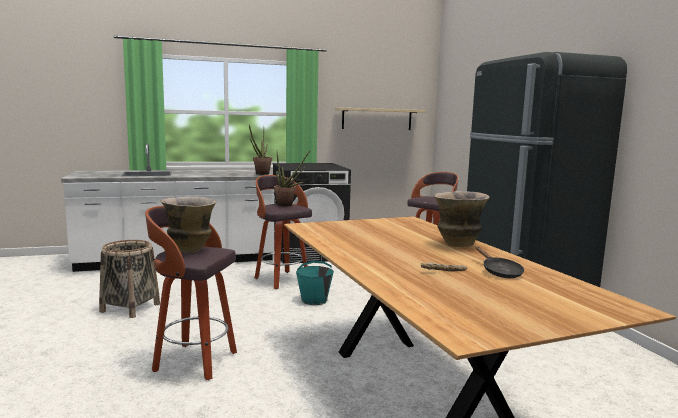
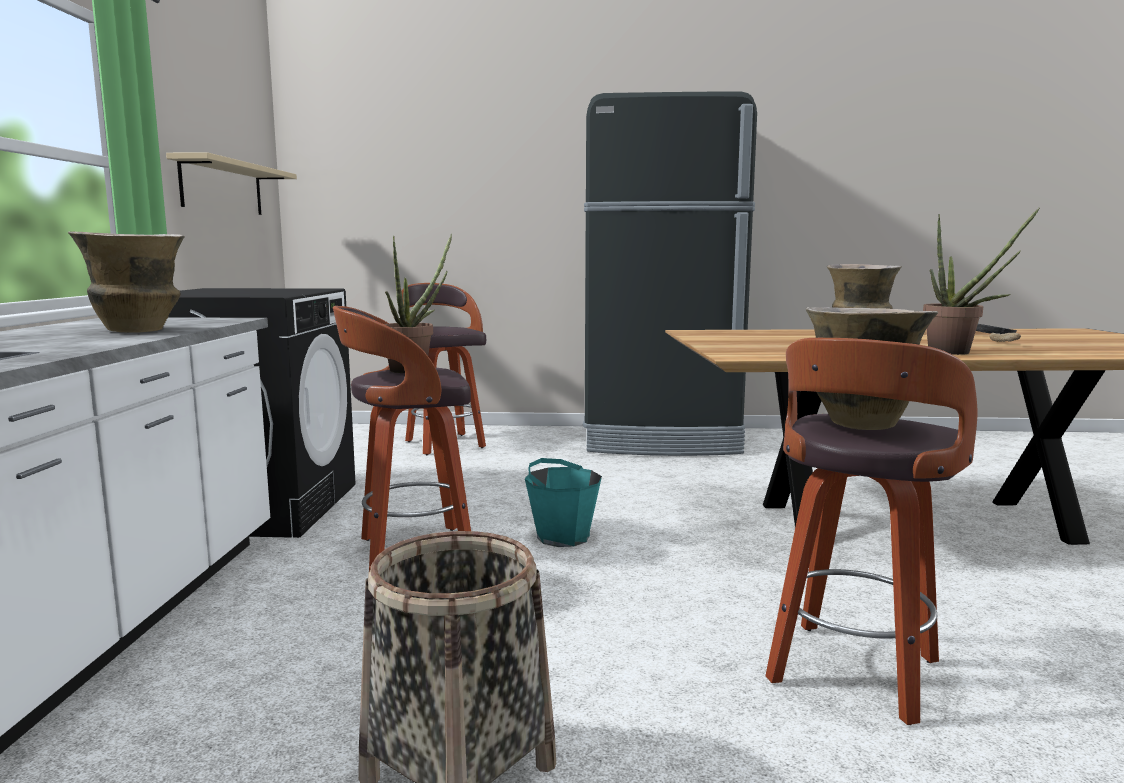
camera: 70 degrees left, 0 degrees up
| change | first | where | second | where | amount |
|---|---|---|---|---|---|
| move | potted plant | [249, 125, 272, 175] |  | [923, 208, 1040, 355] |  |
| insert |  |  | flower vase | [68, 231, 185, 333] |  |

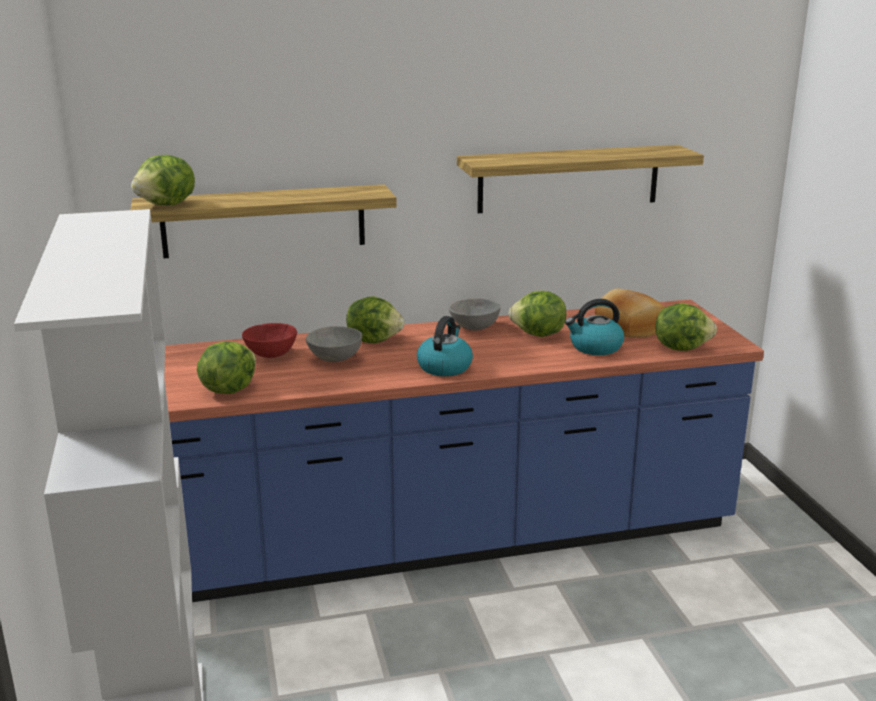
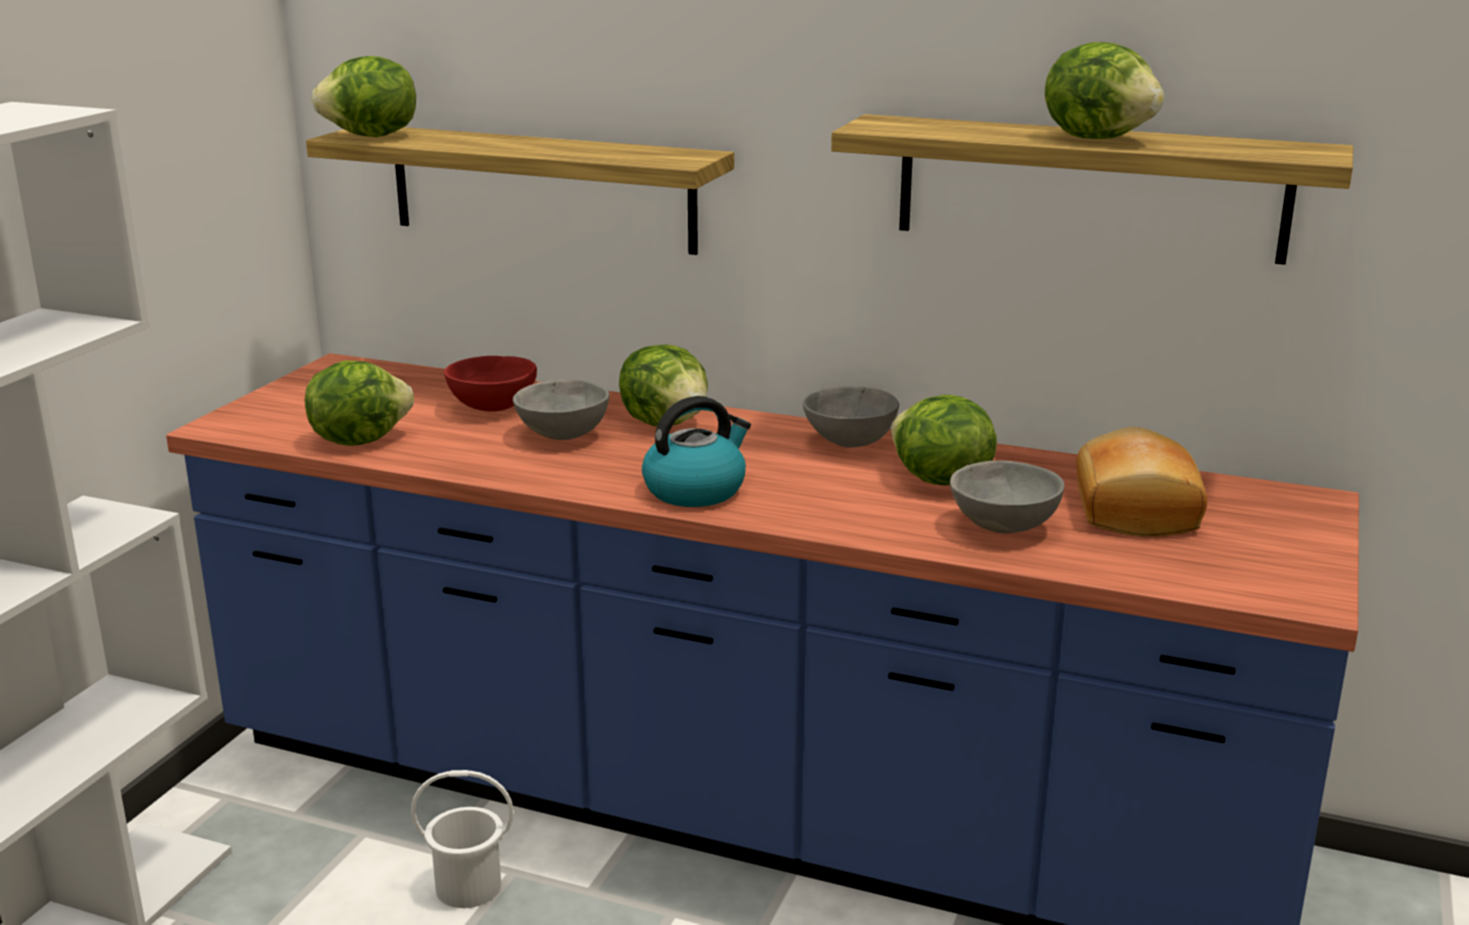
camera: 35 degrees right, 0 degrees up
| change | first | where | second | where | amount |
|---|---|---|---|---|---|
| replace | kettle | [565, 299, 624, 355] | gray bowl | [950, 461, 1064, 533] |  |
| move | lettuce head | [655, 303, 717, 351] |  | [1045, 42, 1164, 139] |  |
| insert |  |  | white water bucket | [411, 770, 514, 908] |  |

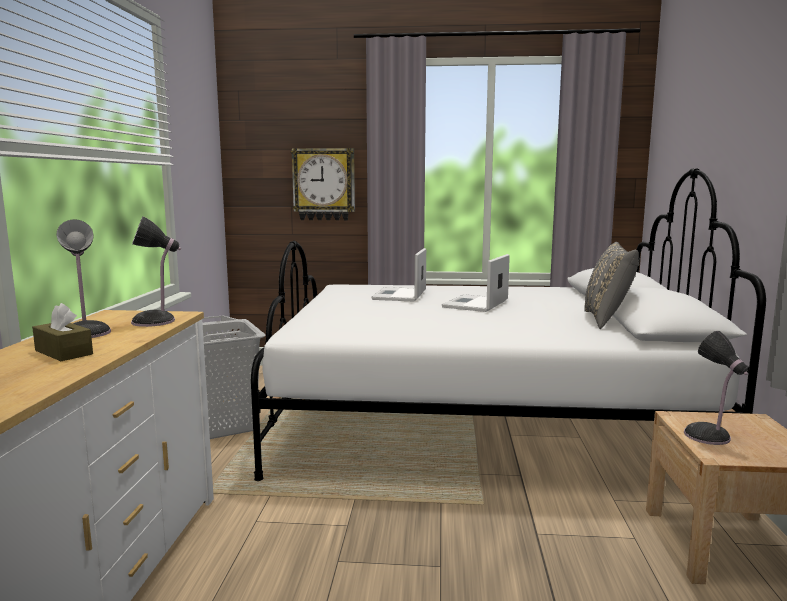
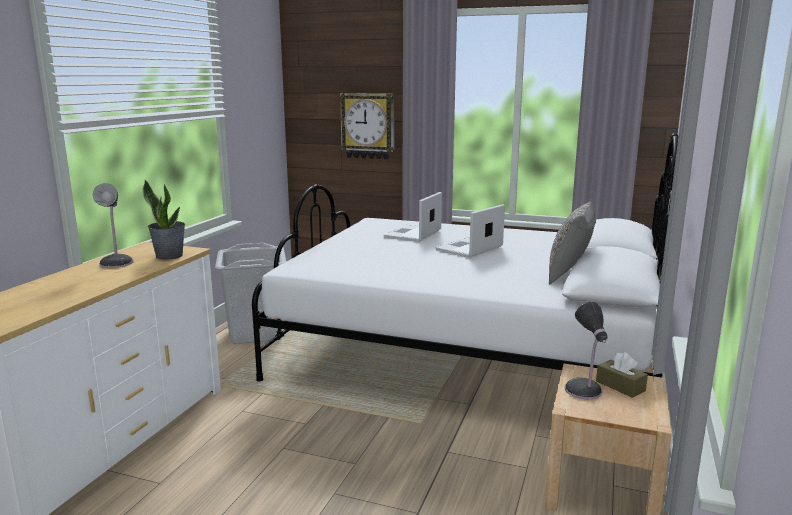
camera: 15 degrees right, 5 degrees up
| change | first | where | second | where | amount |
|---|---|---|---|---|---|
| replace | table lamp | [131, 216, 181, 327] | potted plant | [142, 180, 185, 260] |  |
| move | brown tissue box | [32, 303, 93, 361] |  | [596, 352, 648, 398] |  |

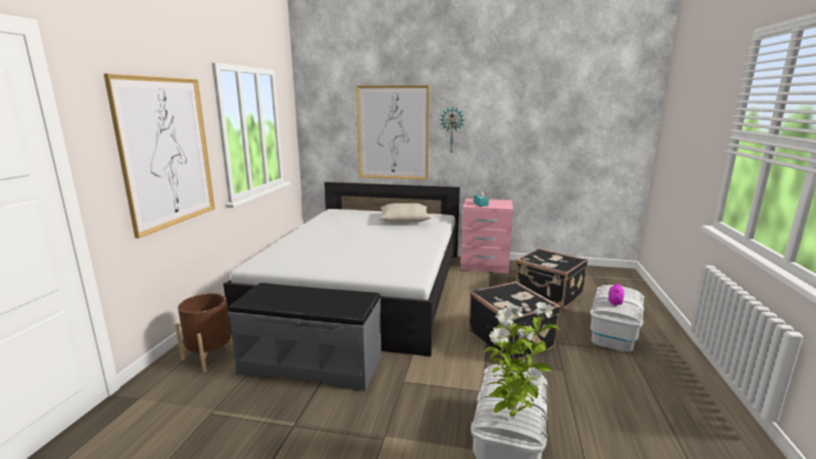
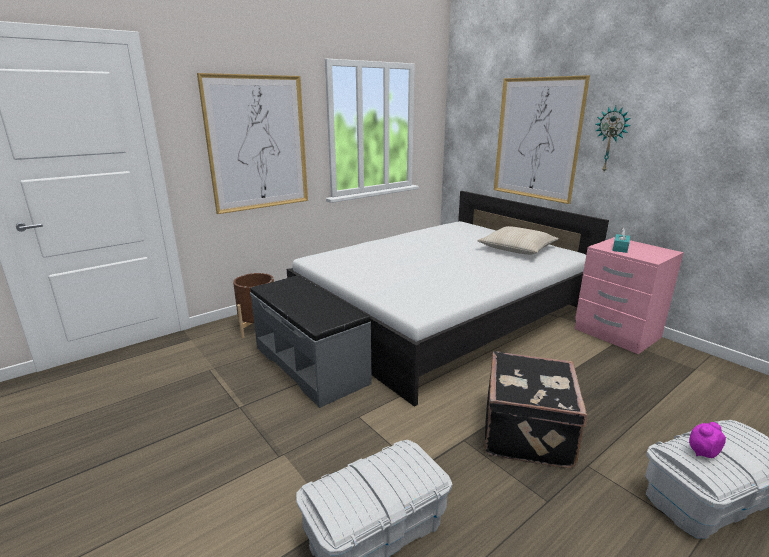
camera: 40 degrees right, 5 degrees up
| change | first | where | second | where | amount |
|---|---|---|---|---|---|
| delete | black-coloured travel case | [515, 248, 588, 308] |  |  |  |
| delete | potted plant | [483, 302, 560, 419] |  |  |  |

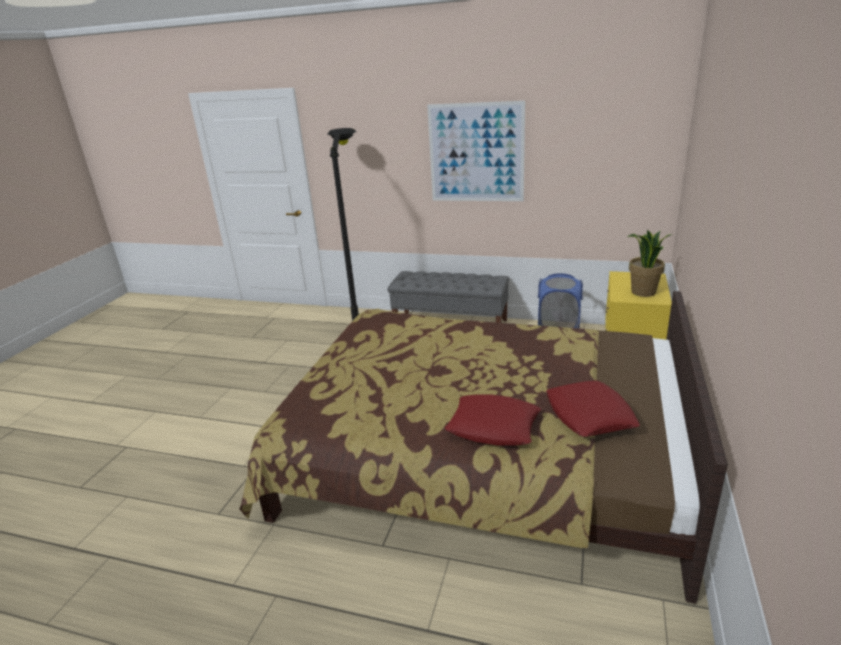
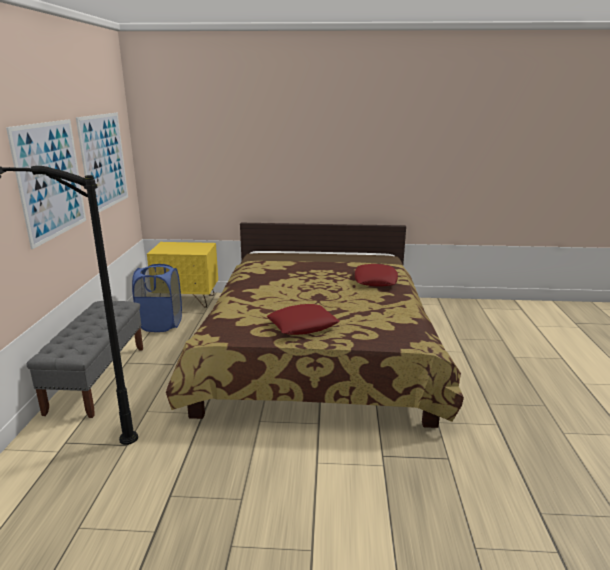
camera: 105 degrees left, 5 degrees down
| change | first | where | second | where | amount |
|---|---|---|---|---|---|
| delete | potted plant | [627, 230, 672, 297] |  |  |  |
| move | red throw pillow | [546, 381, 640, 437] |  | [266, 304, 339, 335] |  |
| insert |  |  | picture | [76, 113, 128, 212] |  |

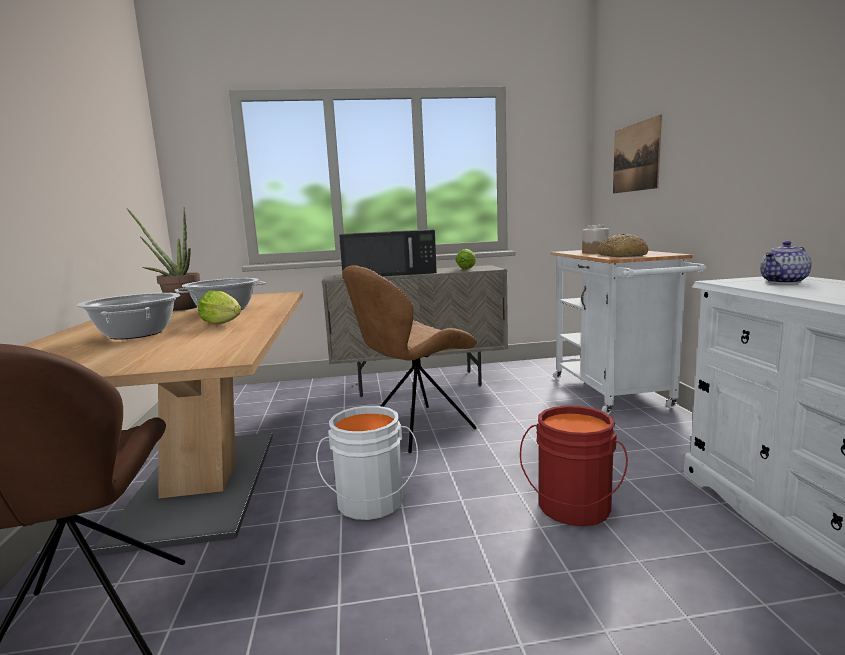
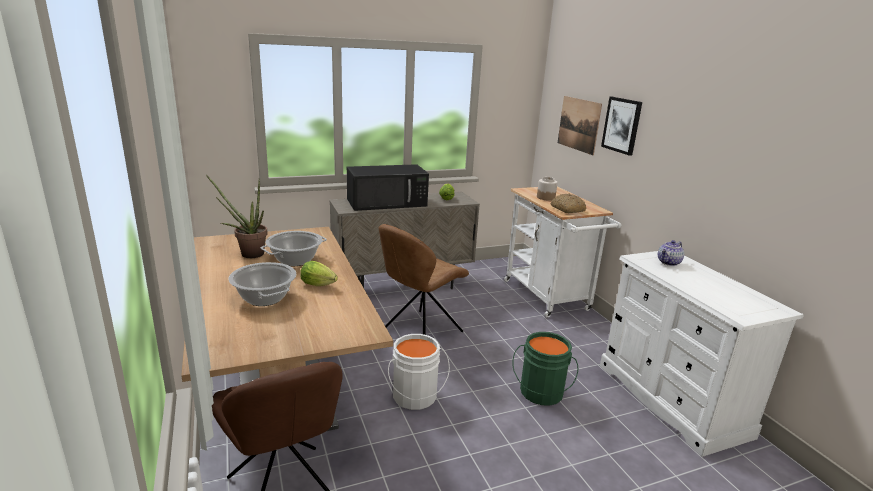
camera: 15 degrees left, 10 degrees up
| change | first | where | second | where | amount |
|---|---|---|---|---|---|
| recolor | red water bucket | [520, 405, 628, 526] | greenish water bucket | [512, 332, 578, 406] |  |
| insert |  |  | picture | [601, 97, 642, 156] |  |

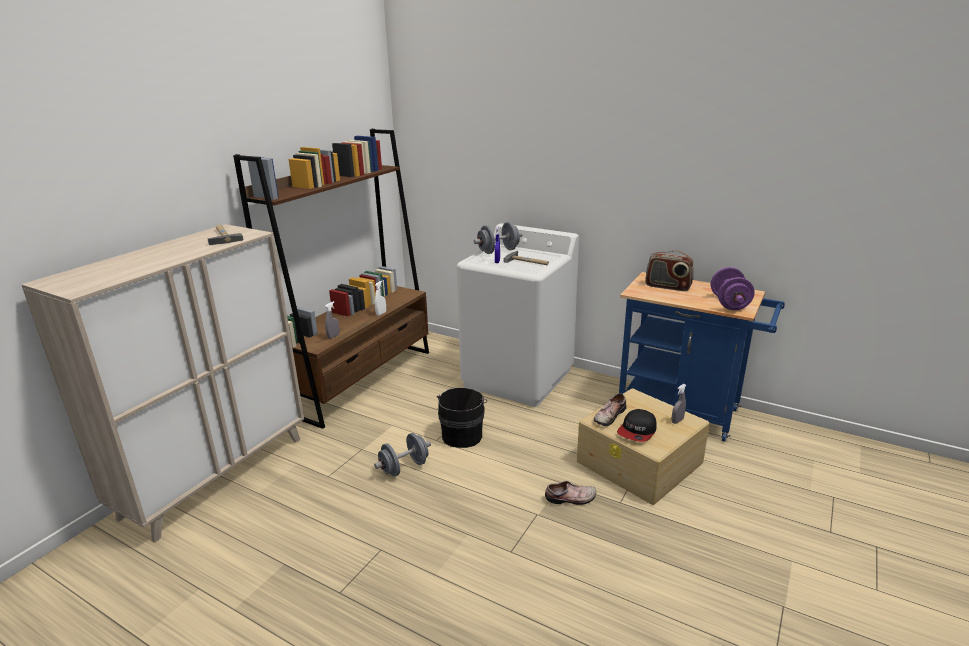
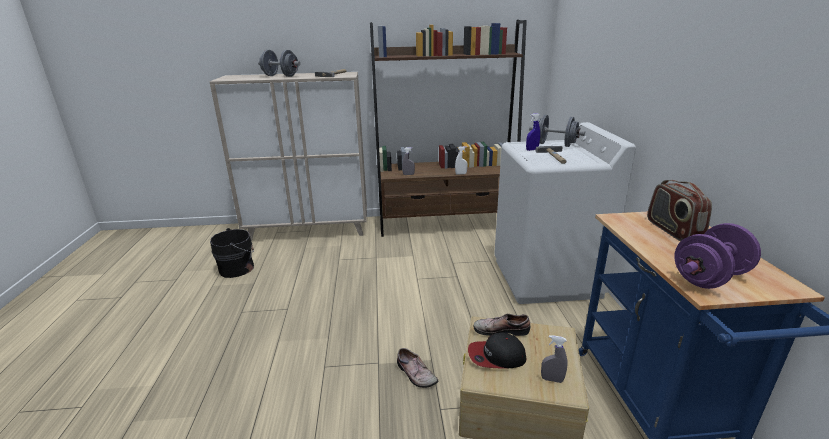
camera: 55 degrees right, 0 degrees up
| change | first | where | second | where | amount |
|---|---|---|---|---|---|
| move | black-coloured water bucket | [437, 388, 487, 448] |  | [210, 228, 254, 278] |  |
| move | gray dumbbell | [374, 433, 431, 477] |  | [258, 50, 300, 77] |  |

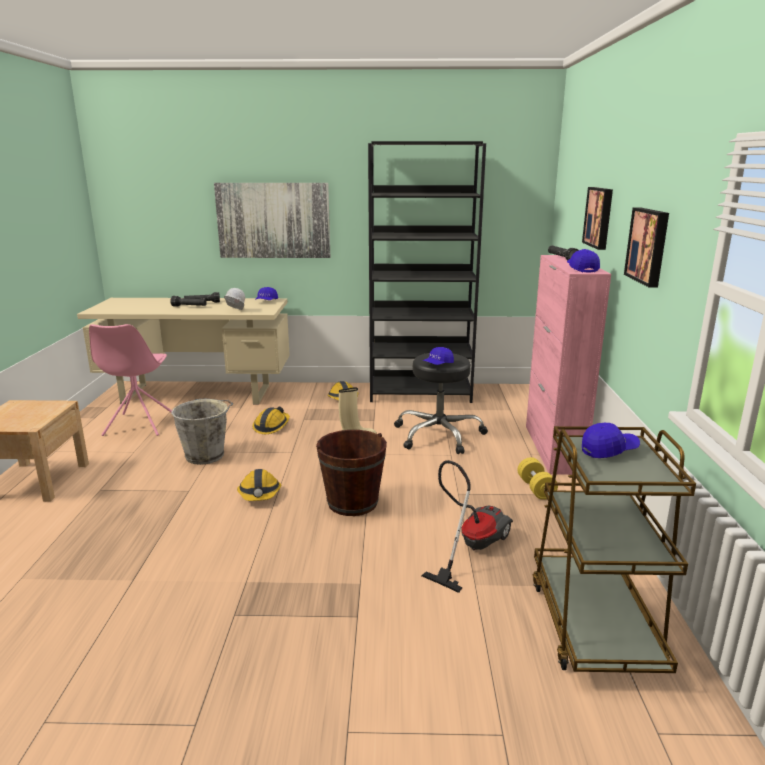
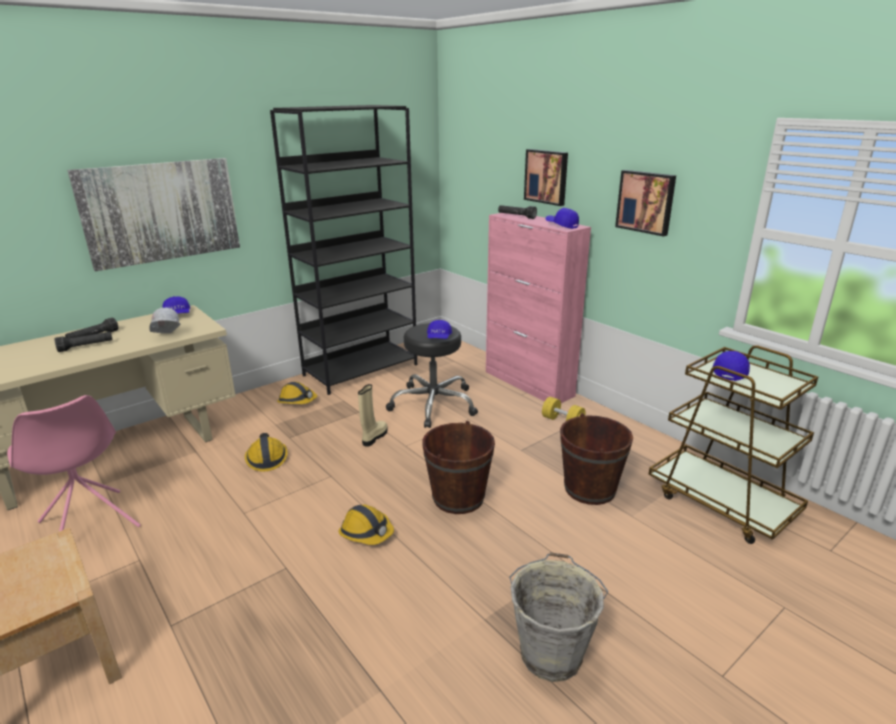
camera: 40 degrees left, 5 degrees up
| change | first | where | second | where | amount |
|---|---|---|---|---|---|
| move | gray water bucket | [171, 399, 233, 465] |  | [509, 552, 608, 682] |  |
| replace | hoover | [422, 460, 513, 593] | brown water bucket | [560, 413, 633, 505] |  |

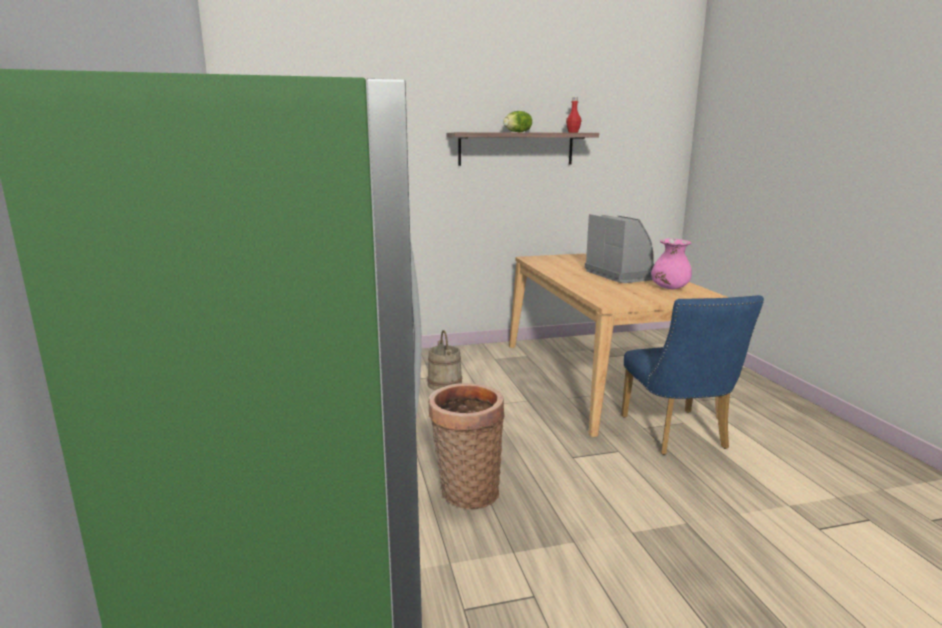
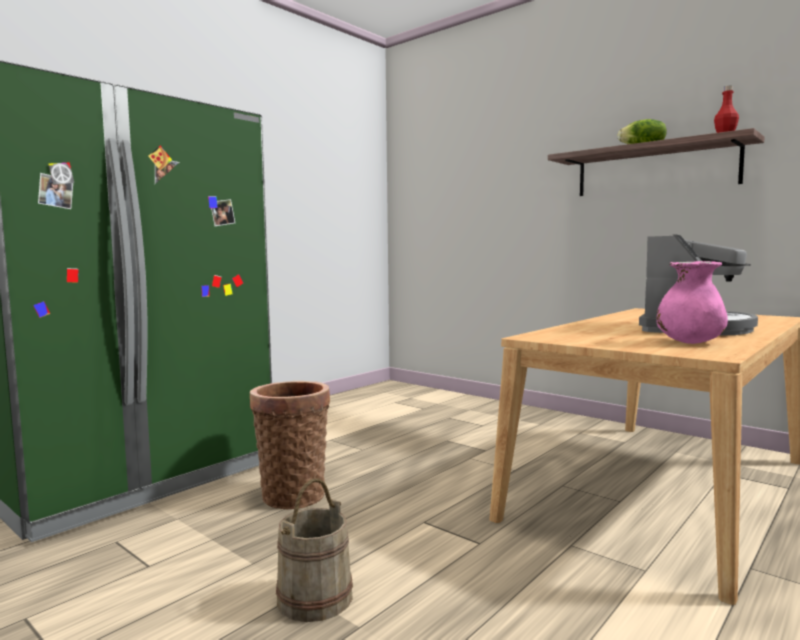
camera: 55 degrees right, 10 degrees down
| change | first | where | second | where | amount |
|---|---|---|---|---|---|
| delete | blue upright chair | [621, 295, 764, 455] |  |  |  |
| move | beige water bucket | [427, 330, 462, 390] |  | [276, 478, 353, 622] |  |

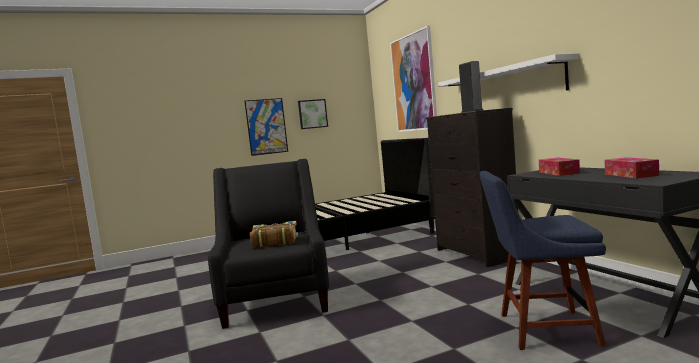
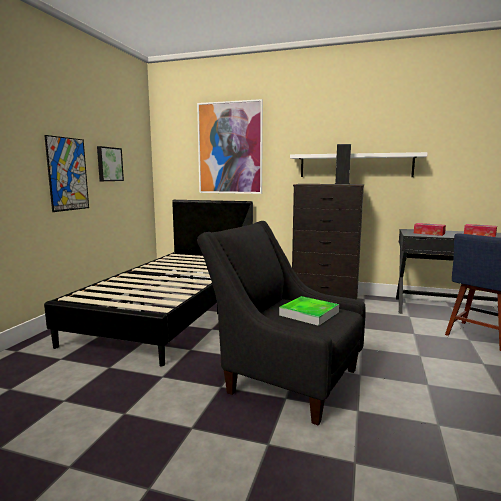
camera: 50 degrees left, 5 degrees up
| change | first | where | second | where | amount |
|---|---|---|---|---|---|
| replace | book | [250, 221, 298, 248] | carrying tray | [279, 296, 339, 326] |  |

